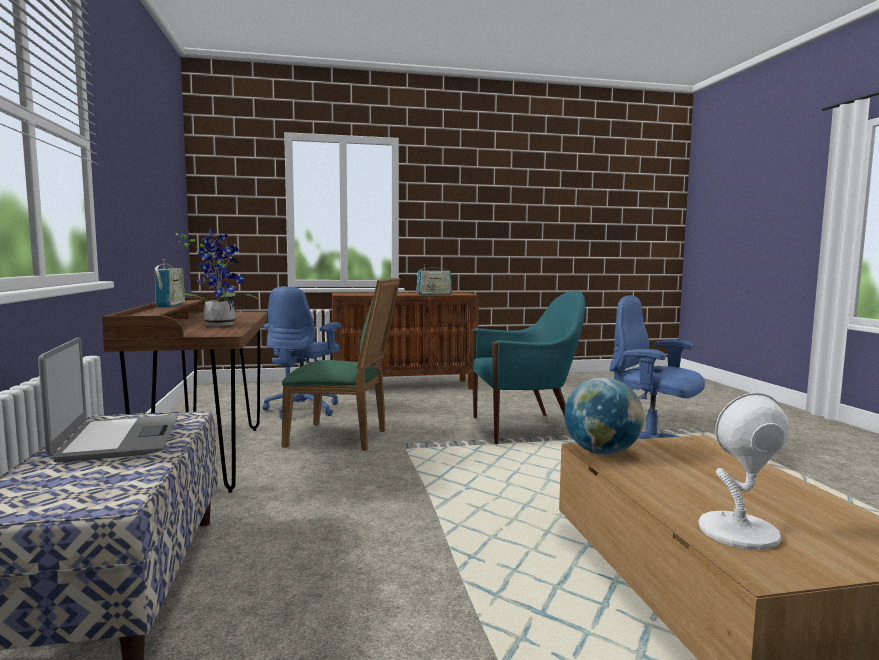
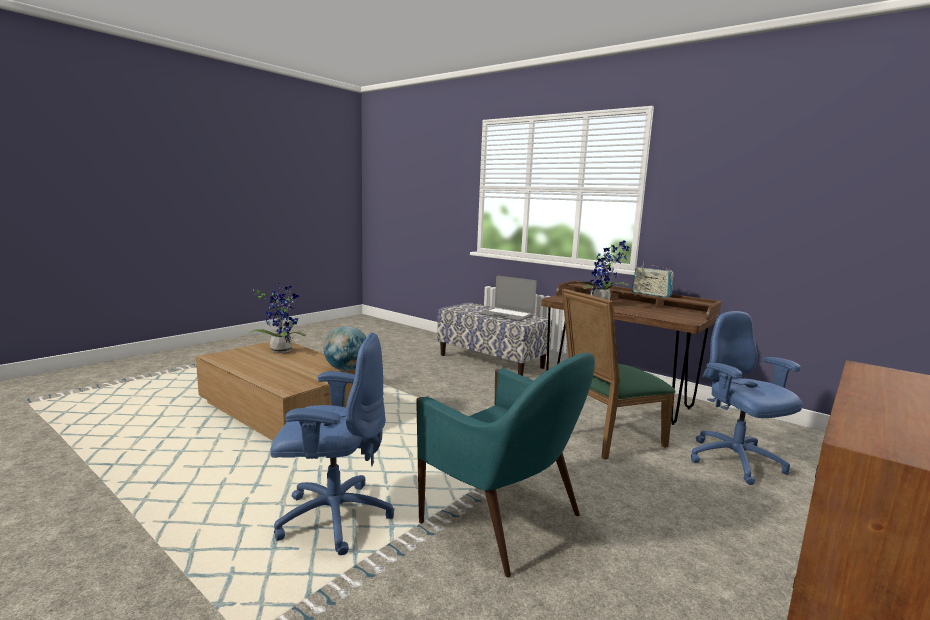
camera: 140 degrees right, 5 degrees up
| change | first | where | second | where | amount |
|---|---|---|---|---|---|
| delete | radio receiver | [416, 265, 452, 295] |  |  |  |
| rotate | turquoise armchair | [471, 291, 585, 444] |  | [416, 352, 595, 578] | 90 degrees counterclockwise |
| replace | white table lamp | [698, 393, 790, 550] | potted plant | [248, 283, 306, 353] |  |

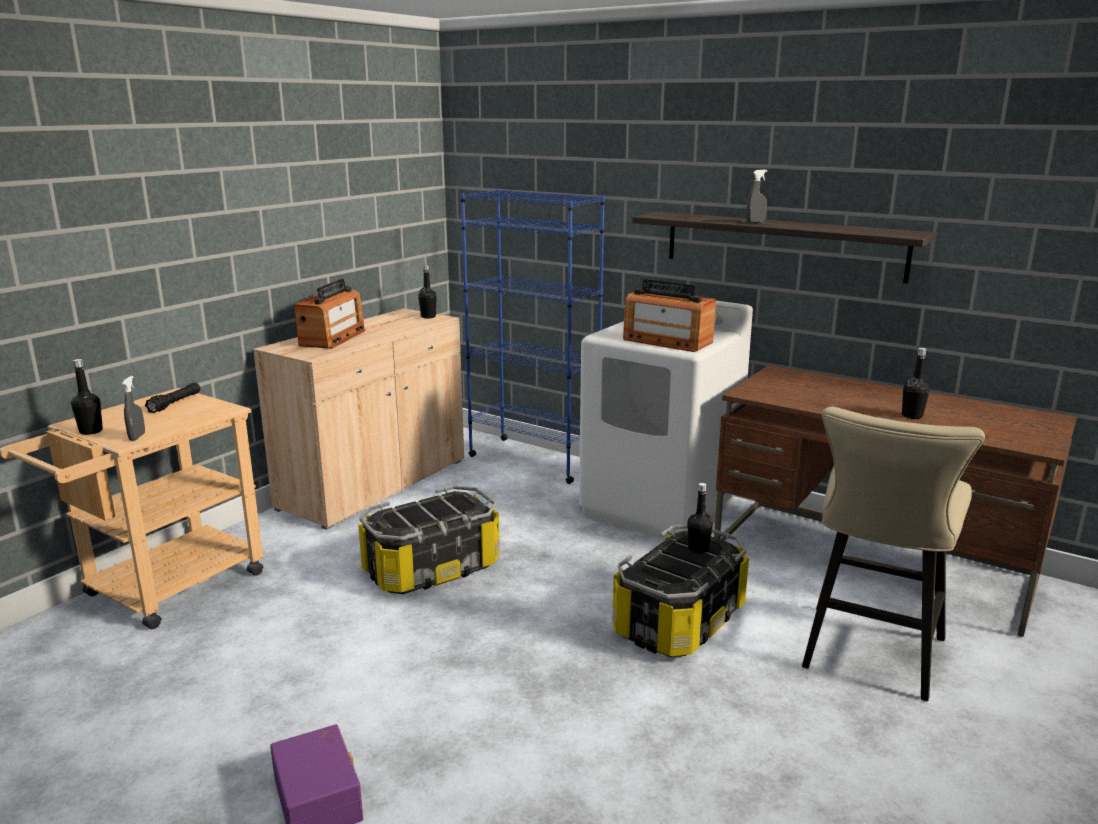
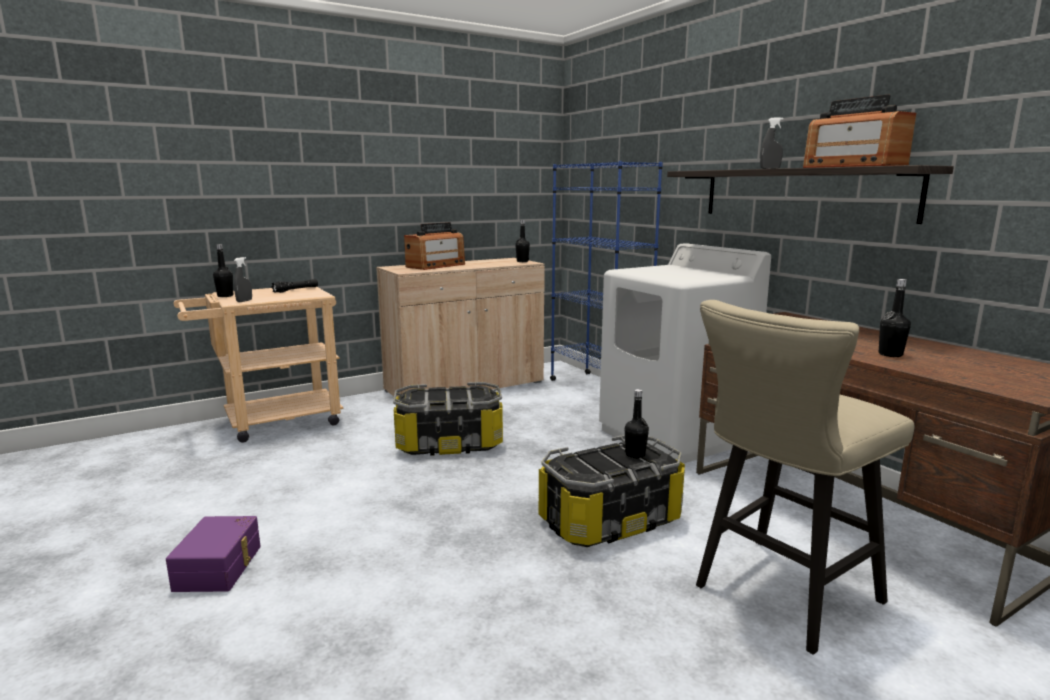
camera: 25 degrees right, 5 degrees down
| change | first | where | second | where | amount |
|---|---|---|---|---|---|
| move | radio receiver | [623, 279, 716, 352] |  | [803, 94, 916, 168] |  |

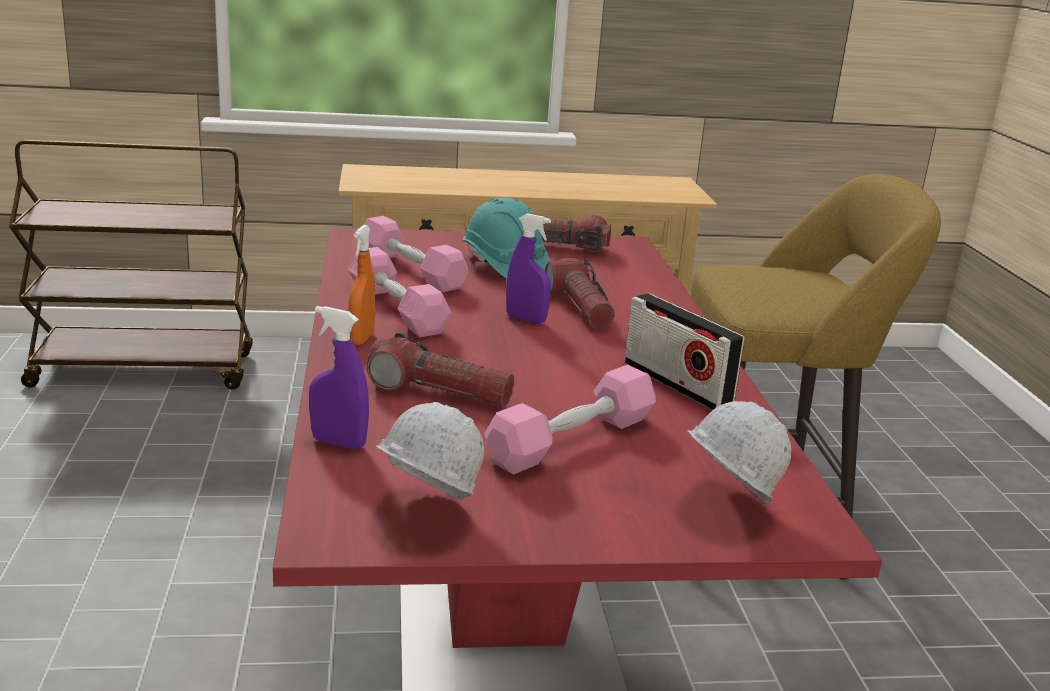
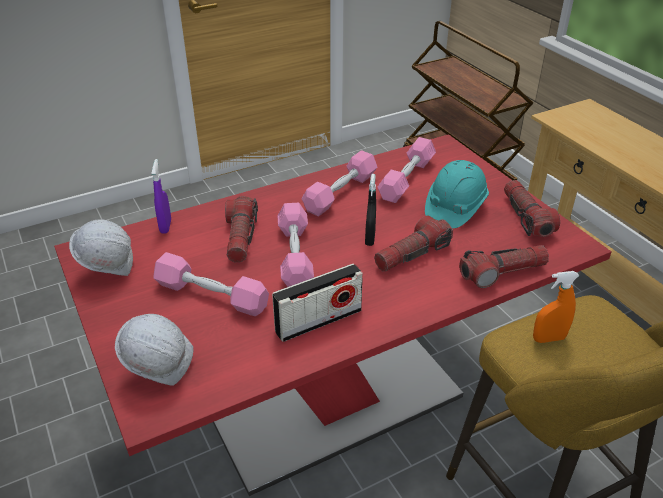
camera: 70 degrees right, 15 degrees up
| change | first | where | second | where | amount |
|---|---|---|---|---|---|
| recolor | purple spray bottle | [506, 213, 551, 324] | black-coloured spray bottle | [365, 174, 376, 246] |  |
| move | orangey spray bottle | [348, 225, 375, 345] |  | [533, 271, 579, 343] |  |
| rotate | radio receiver | [625, 294, 745, 410] |  | [272, 264, 363, 342] | 150 degrees counterclockwise |
| insert |  |  | pinkish dumbbell | [278, 203, 314, 287] |  |
| insert |  |  | flashlight | [459, 245, 549, 288] |  |

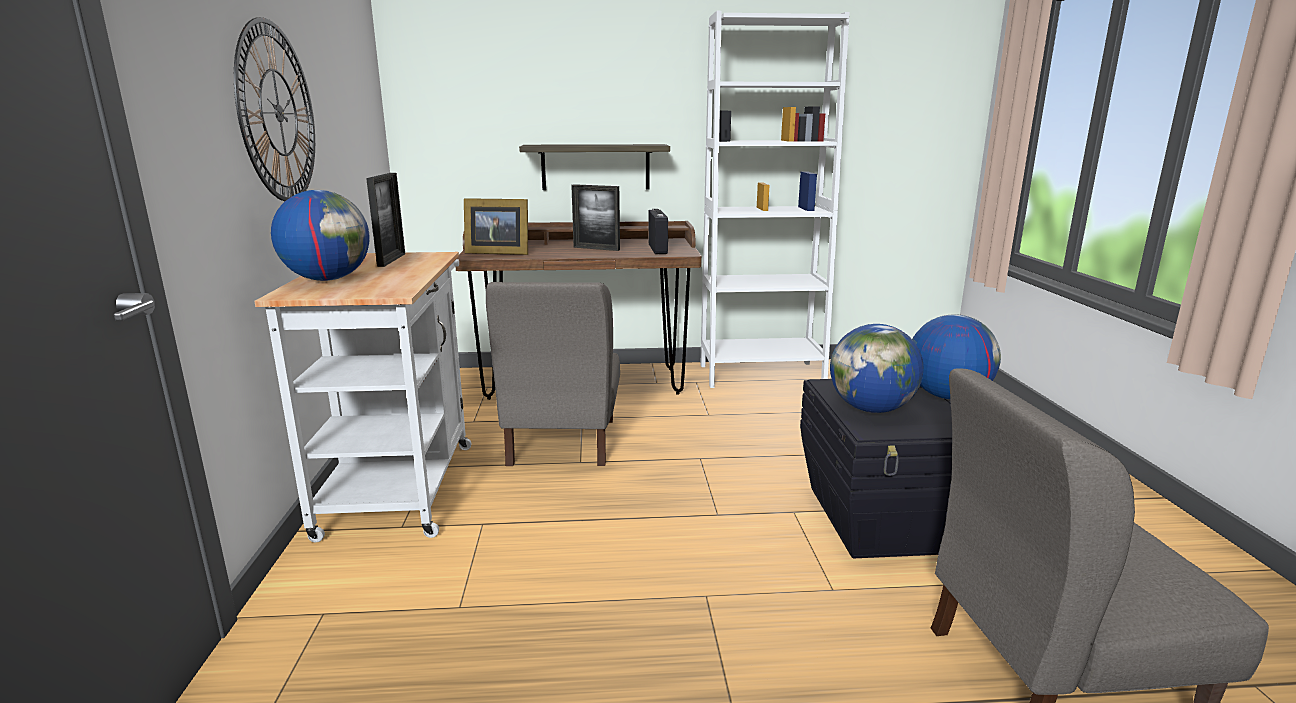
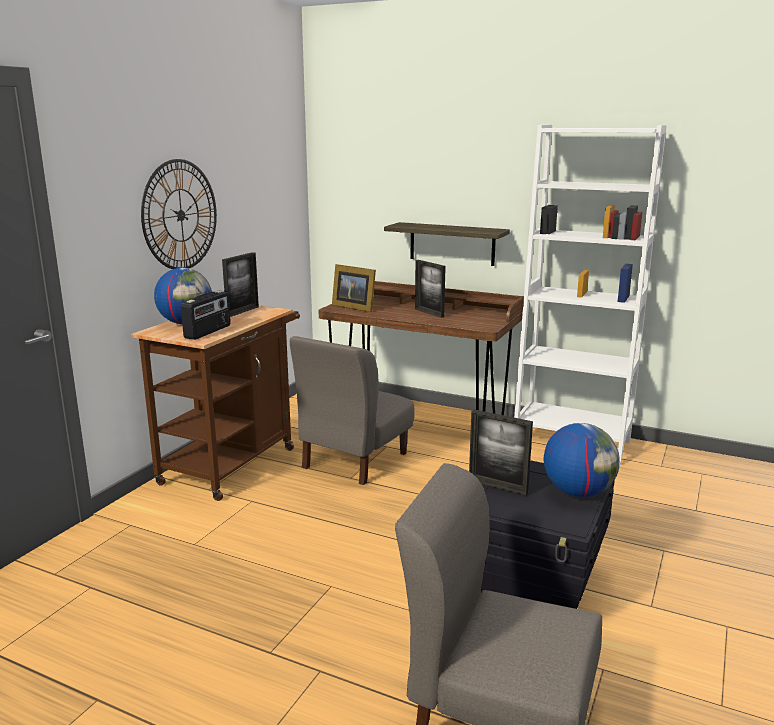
camera: 30 degrees right, 0 degrees up
| change | first | where | second | where | amount |
|---|---|---|---|---|---|
| move | radio receiver | [648, 209, 668, 254] |  | [181, 291, 231, 340] |  |
| recolor | white cart | [254, 252, 472, 542] | brown cart | [131, 305, 300, 501] |  |
| replace | desk globe | [830, 324, 923, 413] | standing frame | [469, 409, 533, 495] |  |

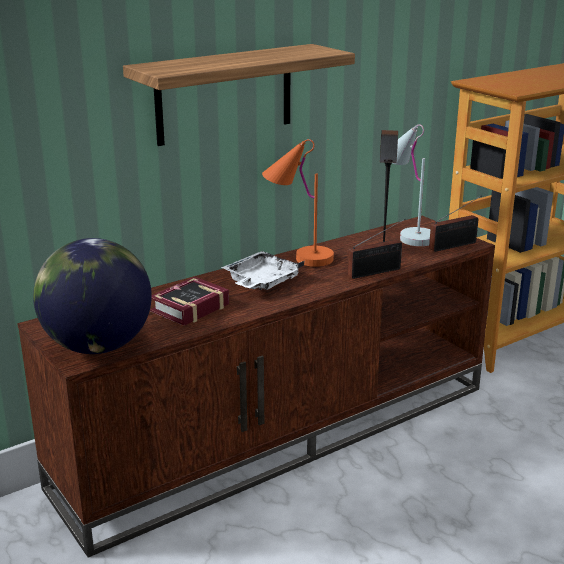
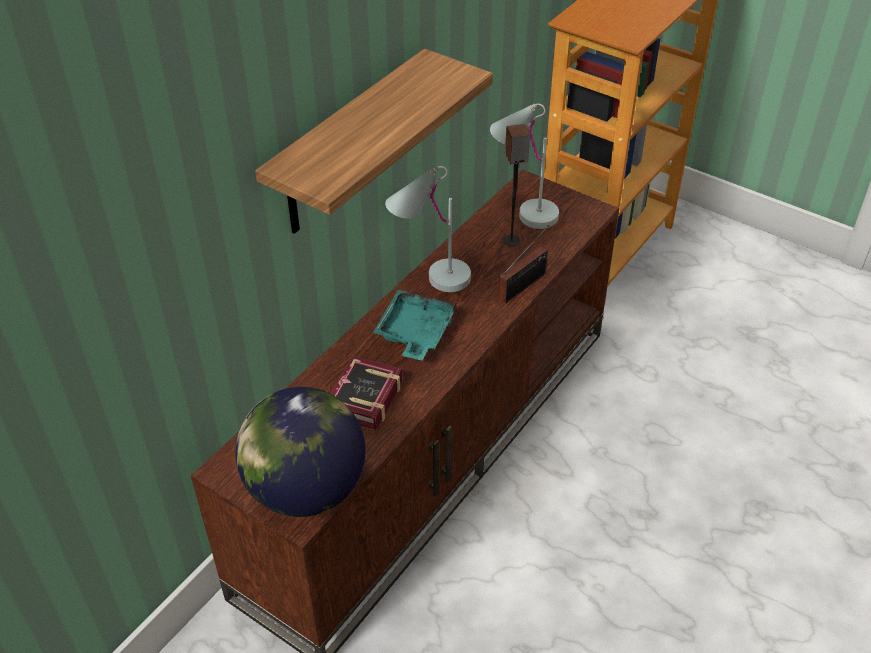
camera: 20 degrees left, 20 degrees up
| change | first | where | second | where | amount |
|---|---|---|---|---|---|
| recolor | orangey table lamp | [262, 139, 334, 267] | white table lamp | [385, 166, 471, 292] |  |
| delete | radio receiver | [429, 195, 482, 252] |  |  |  |
| recolor | white carrying tray | [221, 251, 304, 290] | turquoise carrying tray | [373, 289, 457, 360] |  |

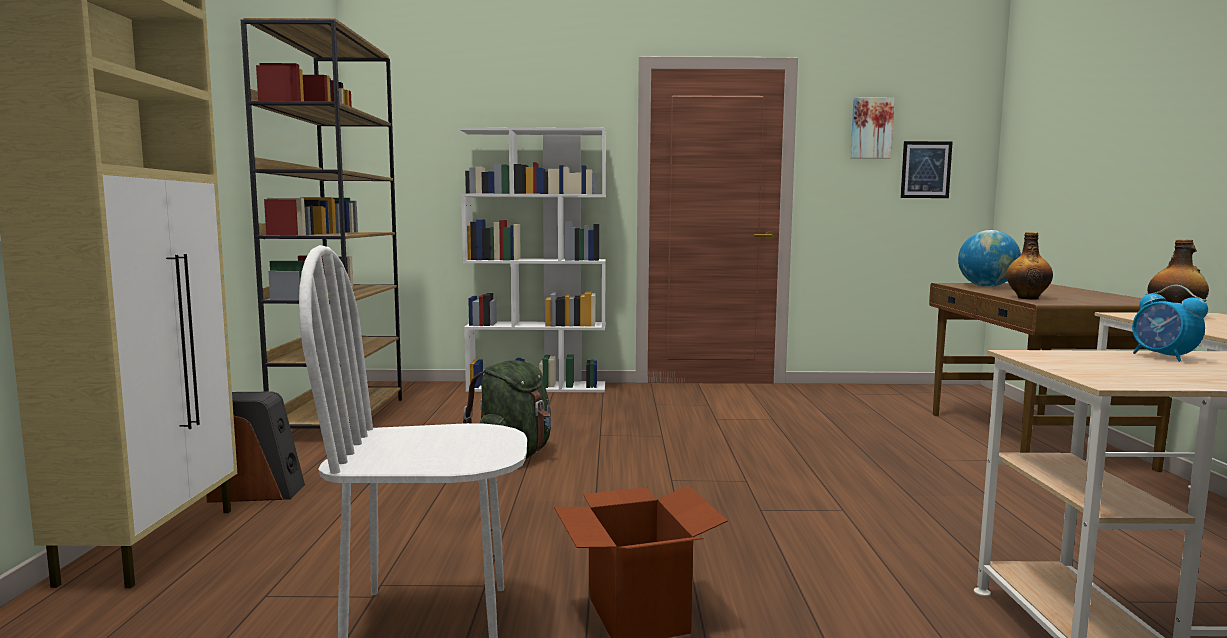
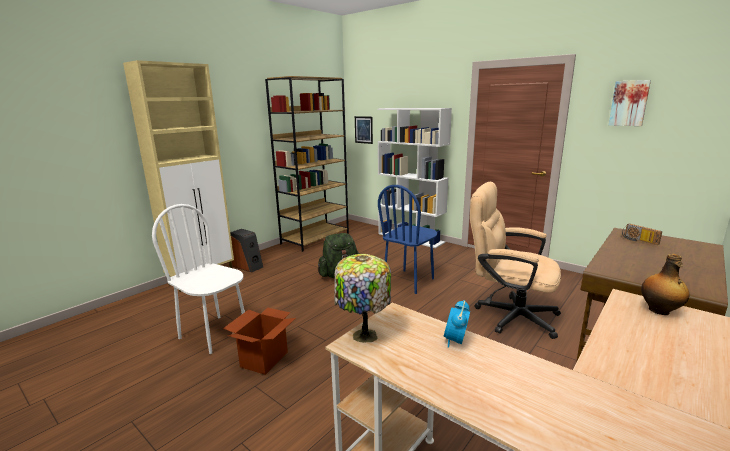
camera: 40 degrees right, 10 degrees up
| change | first | where | second | where | amount |
|---|---|---|---|---|---|
| move | picture | [901, 141, 953, 198] |  | [355, 116, 373, 144] |  |
| replace | desk globe | [958, 230, 1021, 287] | radio receiver | [622, 224, 662, 245] |  |
| delete | bottle | [1006, 232, 1053, 299] |  |  |  |
| insert |  |  | beige desk chair | [470, 182, 561, 339] |  |
| insert |  |  | blue upright chair | [378, 185, 437, 294] |  |
| insert |  |  | table lamp | [334, 254, 391, 343] |  |

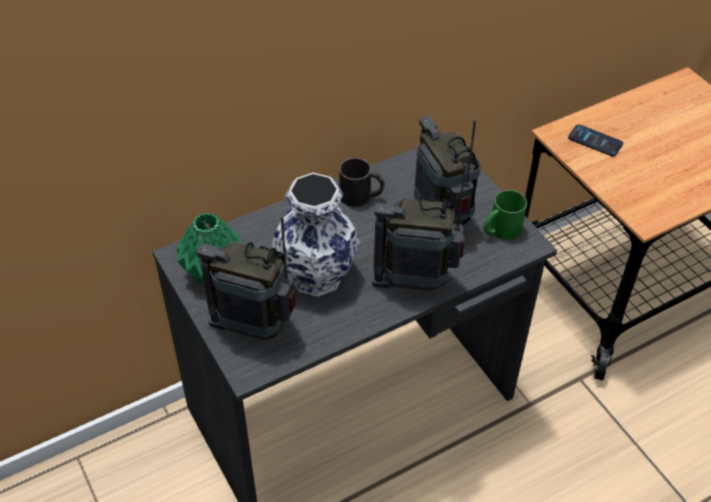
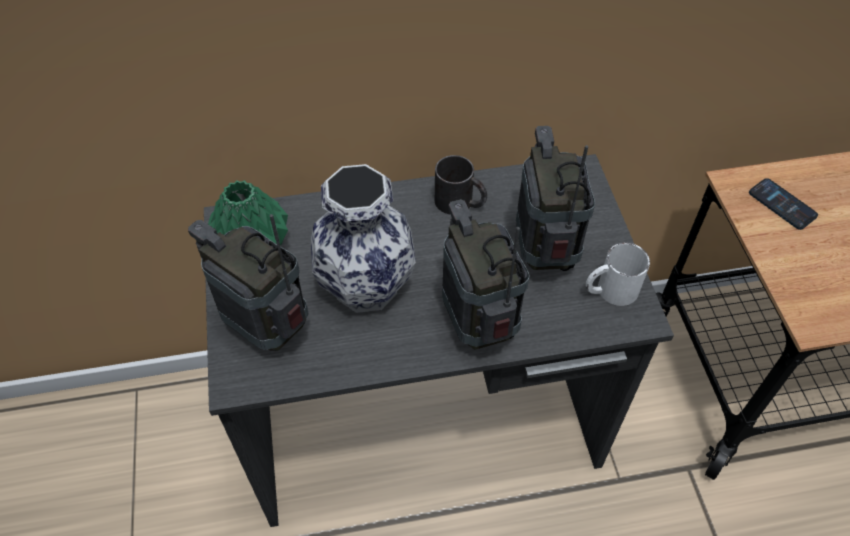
camera: 20 degrees right, 5 degrees up
| change | first | where | second | where | amount |
|---|---|---|---|---|---|
| rotate | radio receiver | [372, 163, 467, 291] |  | [442, 199, 529, 350] | 45 degrees clockwise |
| recolor | greenish coffee mug | [484, 190, 527, 240] | white coffee mug | [586, 243, 650, 306] |  |

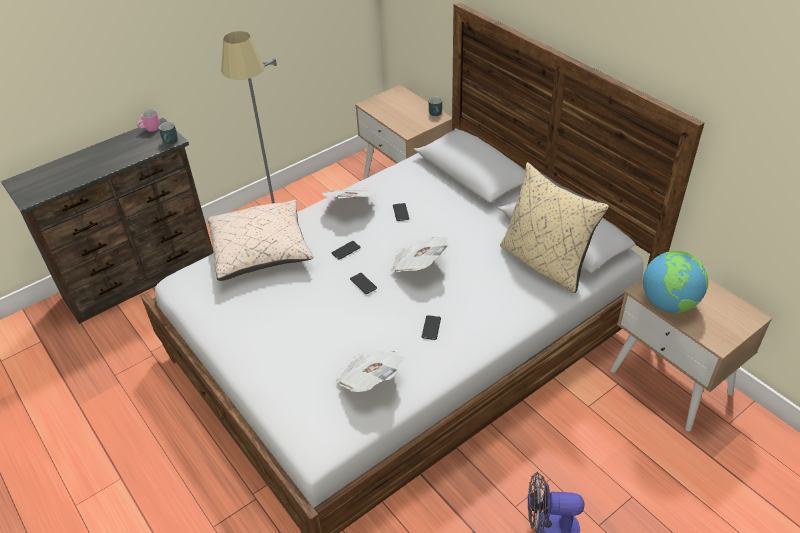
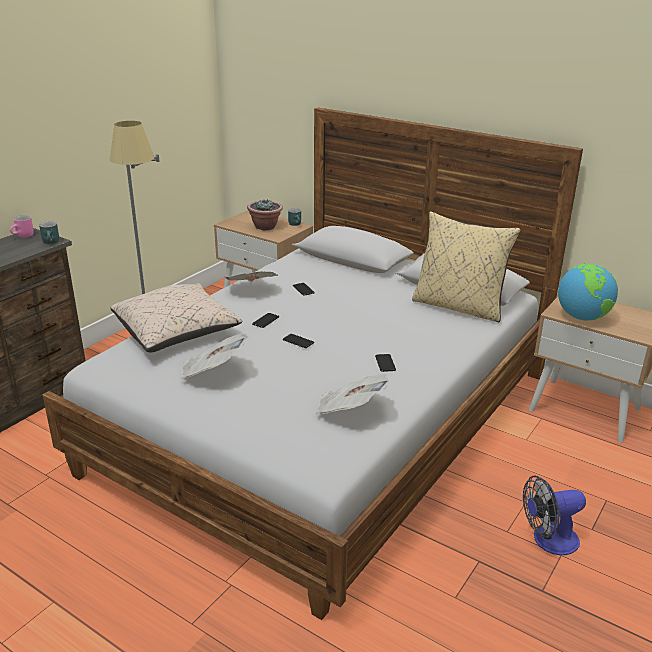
camera: 20 degrees left, 15 degrees down
| change | first | where | second | where | amount |
|---|---|---|---|---|---|
| move | printed paper | [391, 237, 448, 272] |  | [181, 333, 246, 379] |  |
| insert |  |  | potted plant | [247, 199, 283, 230] |  |

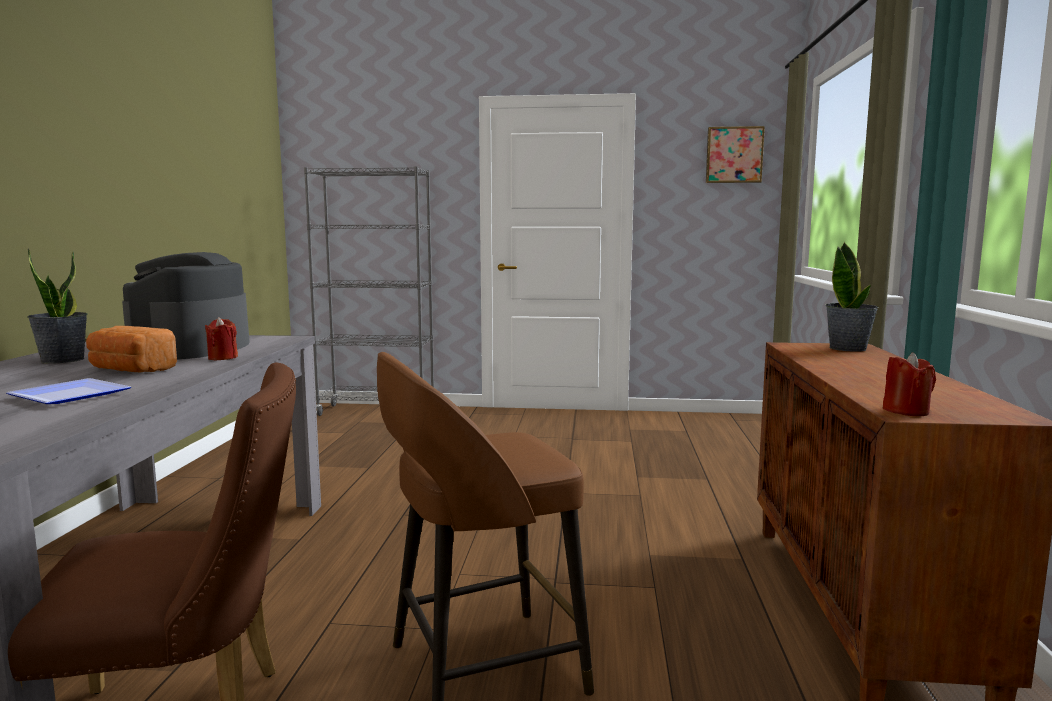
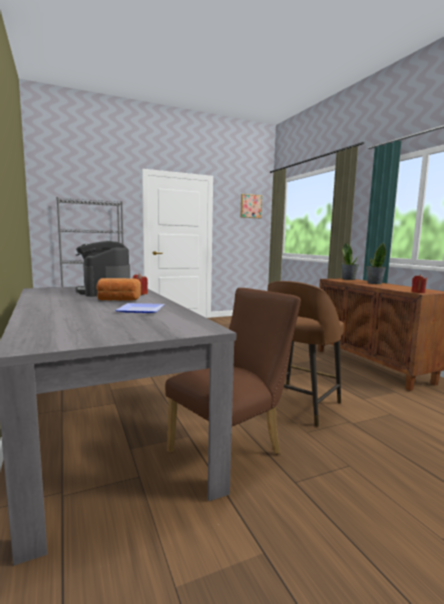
camera: 30 degrees left, 0 degrees up
| change | first | where | second | where | amount |
|---|---|---|---|---|---|
| move | potted plant | [27, 248, 88, 364] |  | [366, 243, 386, 284] |  |

